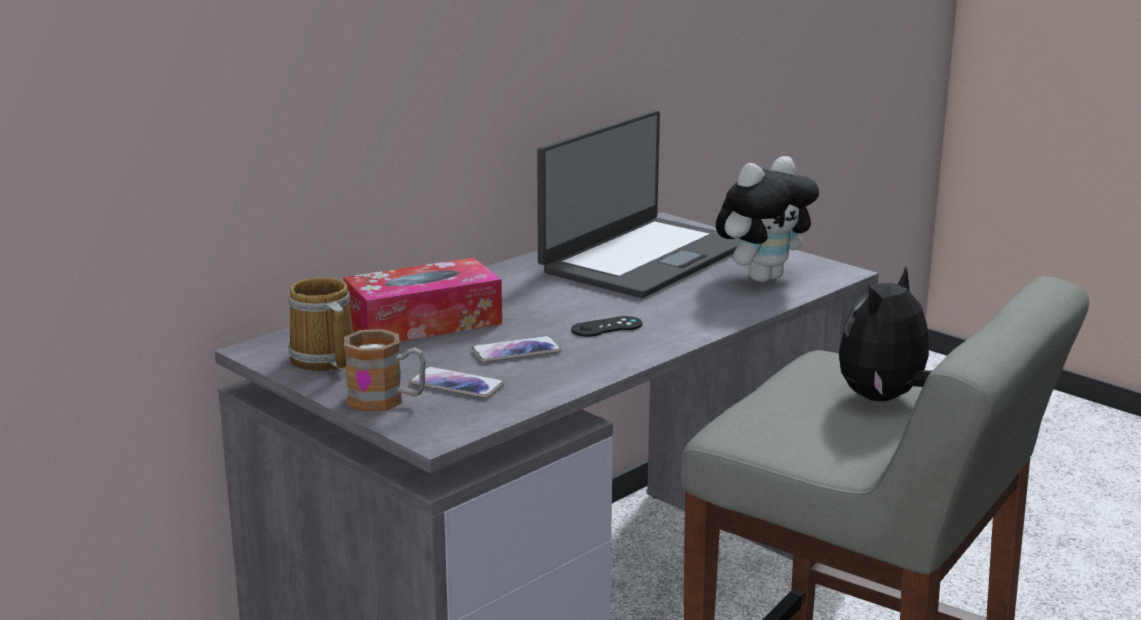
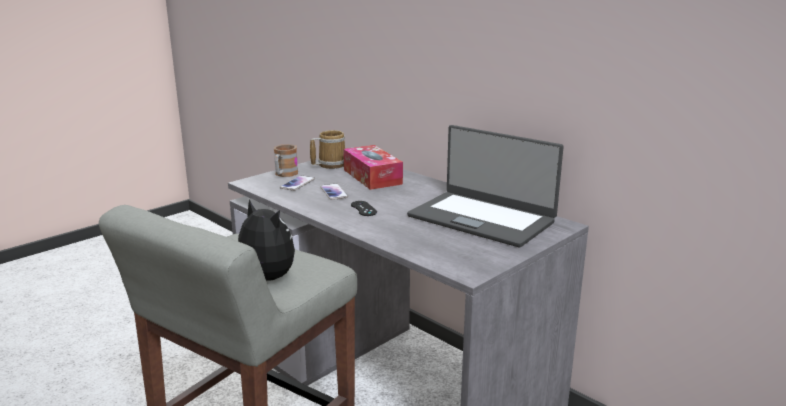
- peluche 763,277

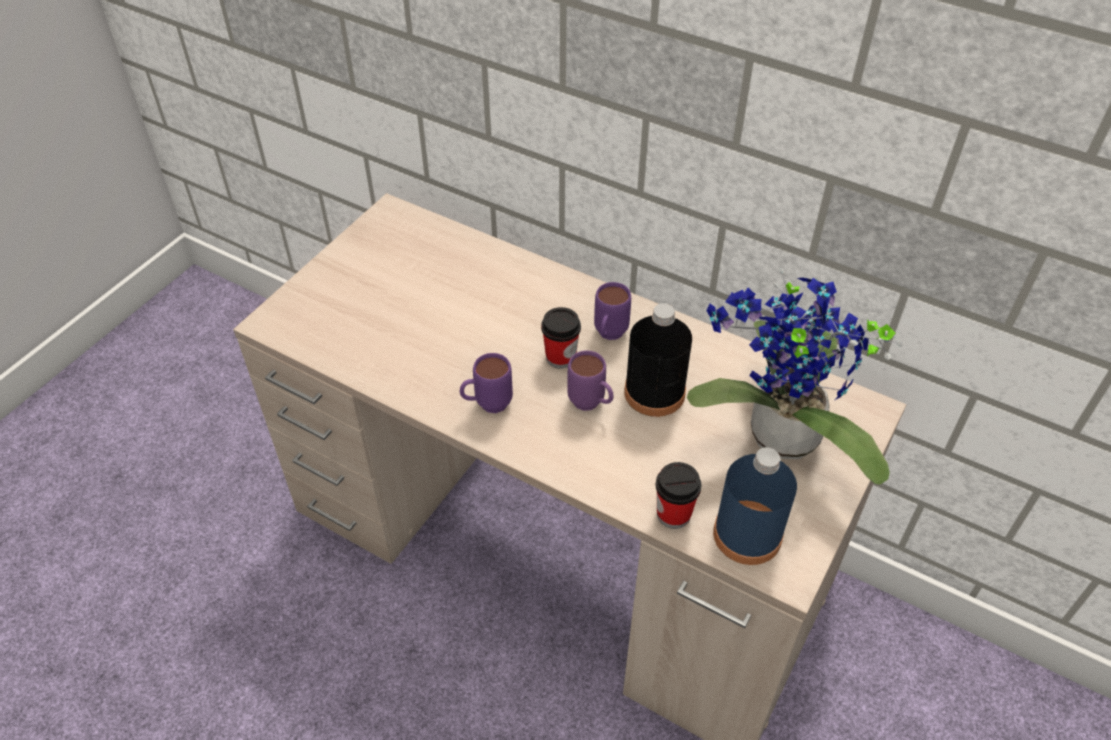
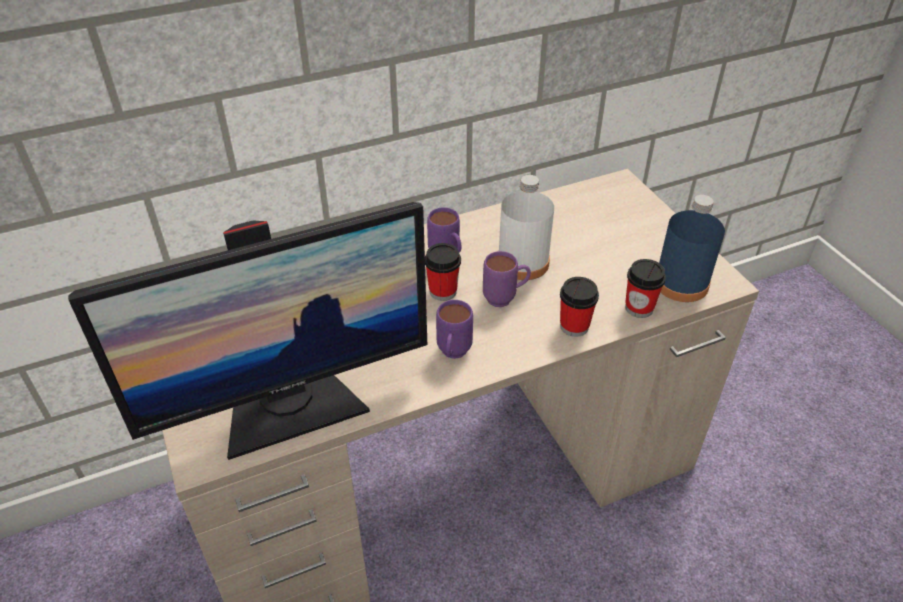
+ écran d'ordinateur 290,408
~ bouteille [noir] 654,393 to bouteille [blanc] 523,262
+ tasse 574,326
- plante en pot 777,440

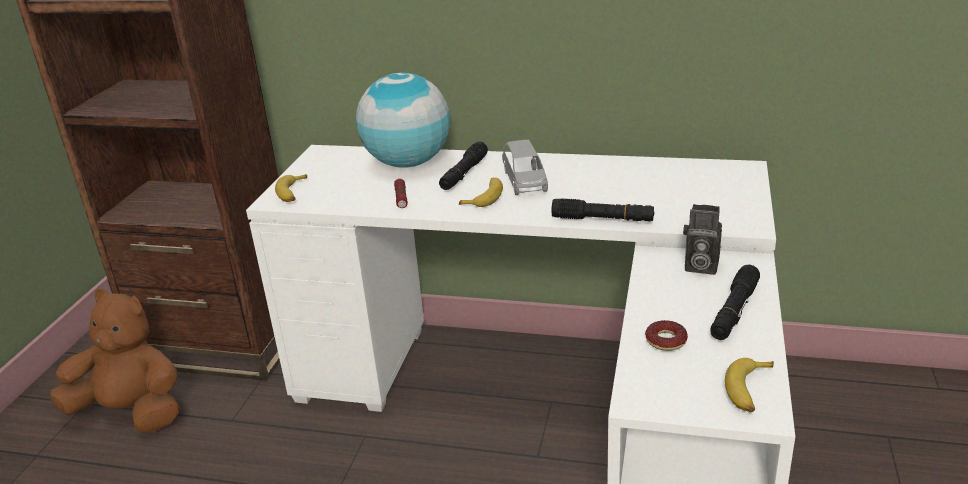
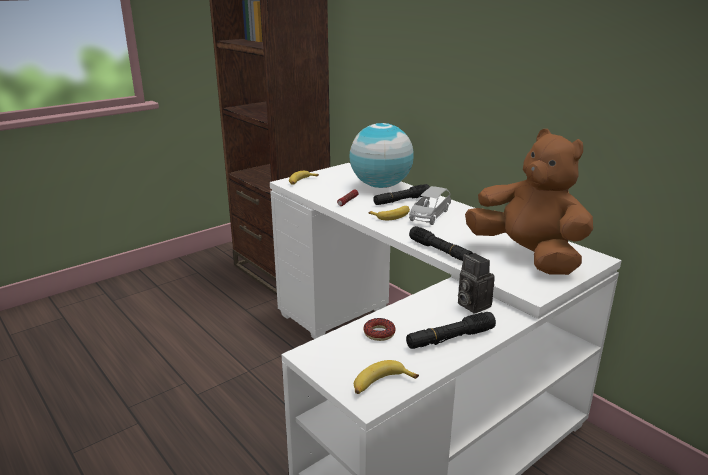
~ peluche [marron] 132,412 to 527,256

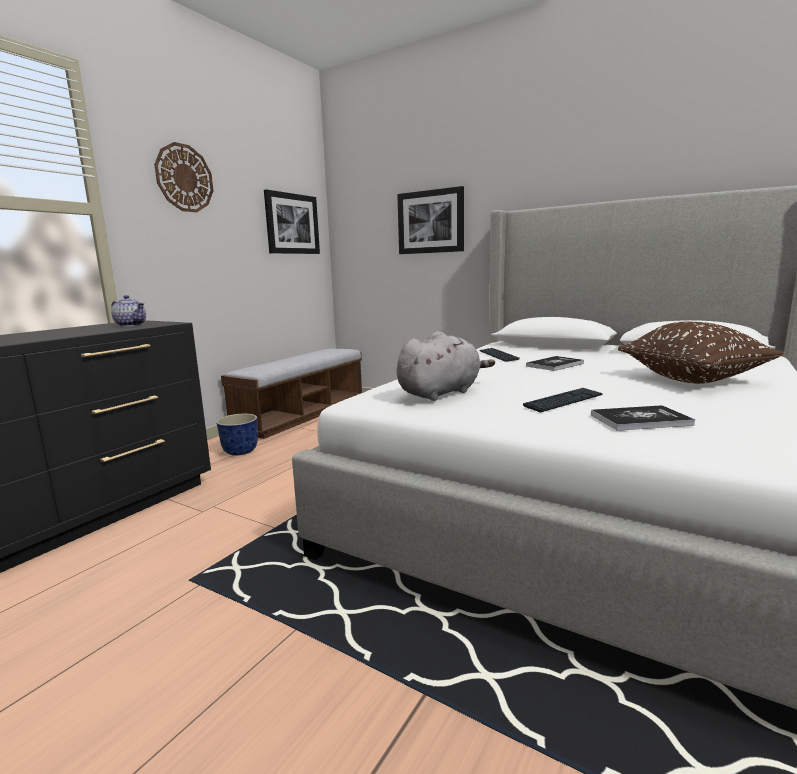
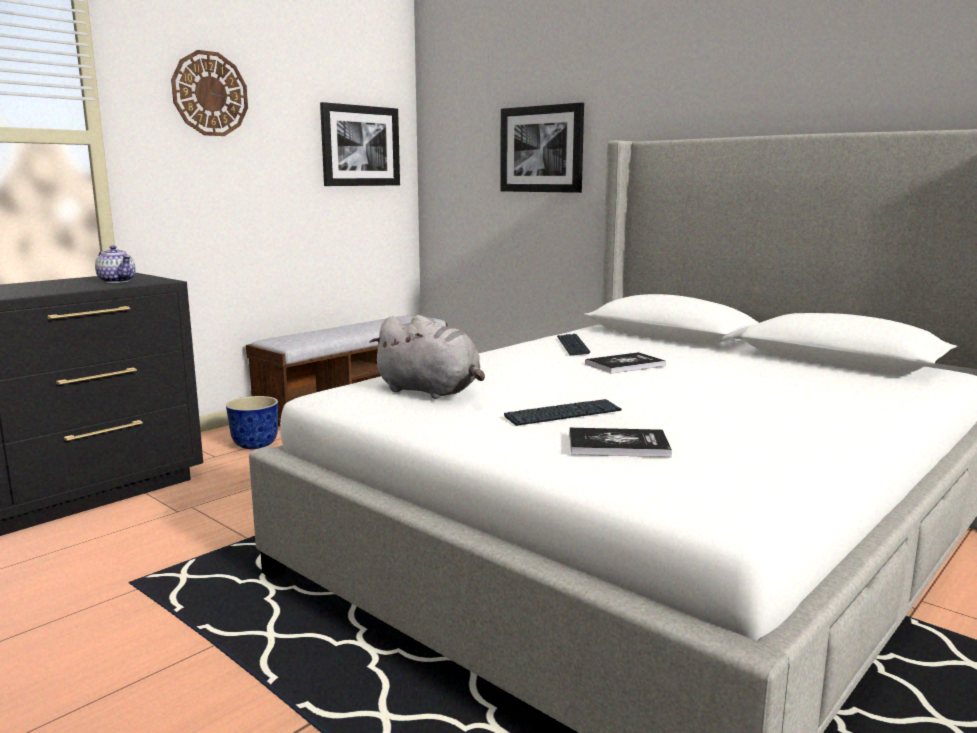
~ peluche [gris] 441,393 = 431,391 60 degrees clockwise
- coussin [marron] 692,379

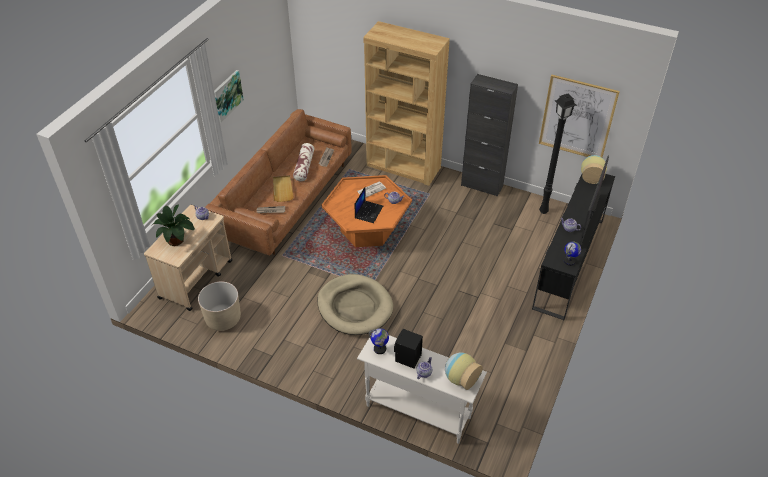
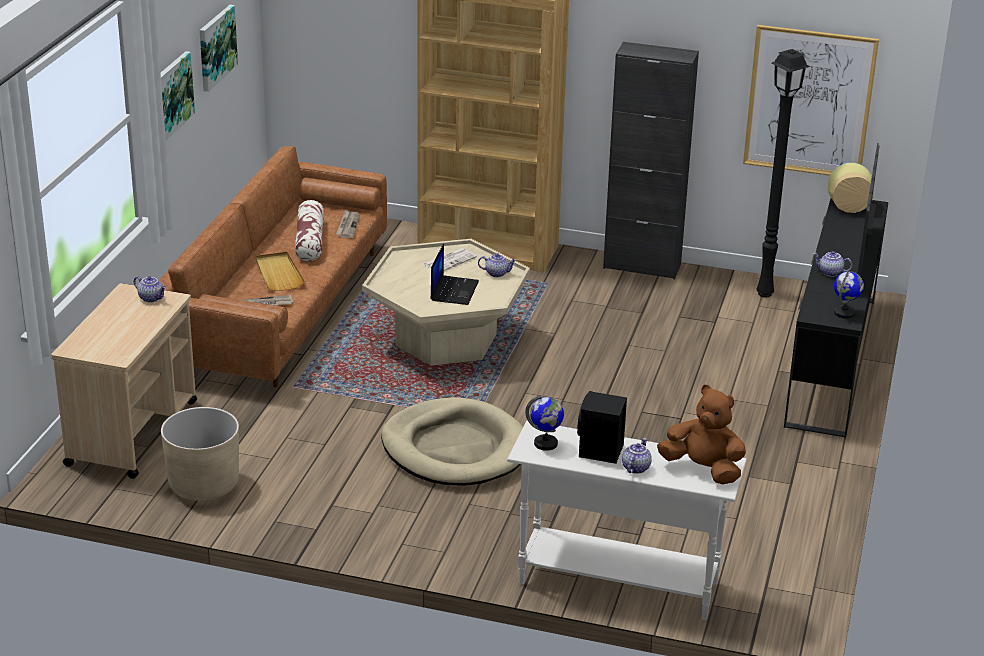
+ tableau 216,47
~ table basse [orange] 367,230 to table basse [beige] 445,340
~ vase 460,378 to peluche [marron] 703,469
- plante en pot 177,240

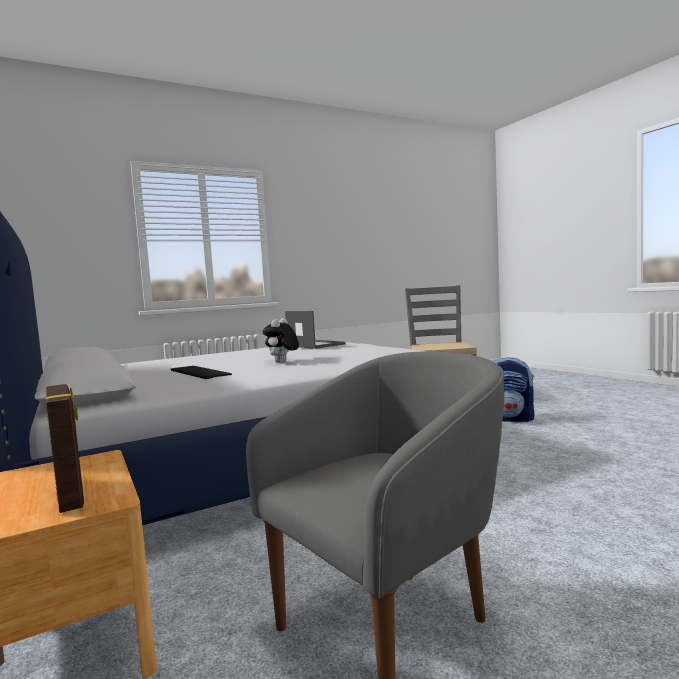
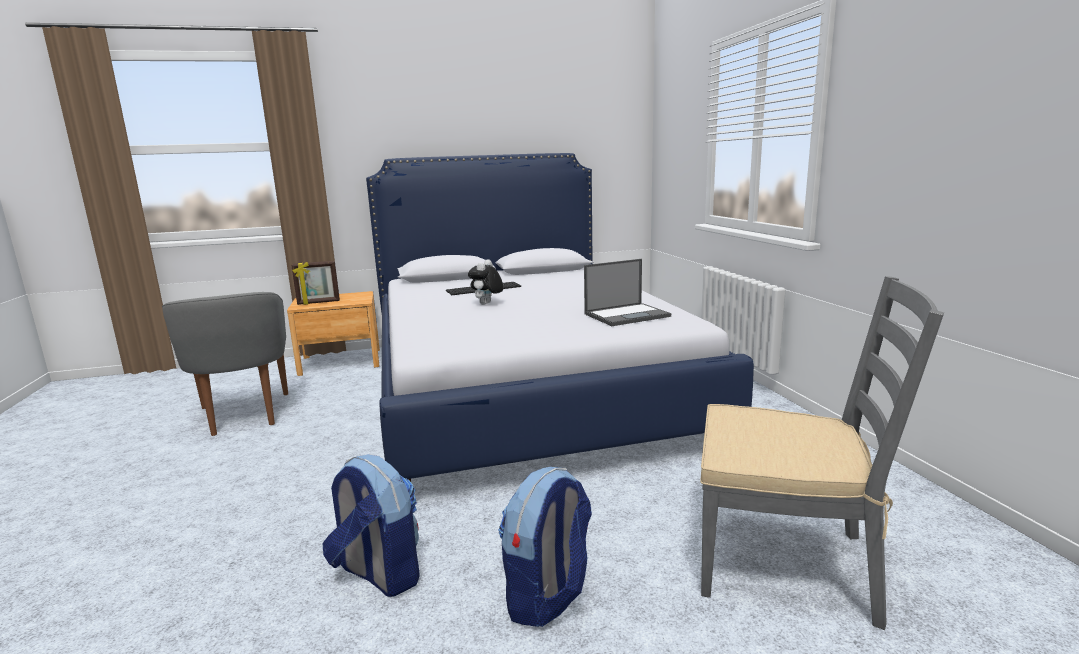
+ sac à dos 378,574
~ peluche 282,362 = 487,304 105 degrees counterclockwise

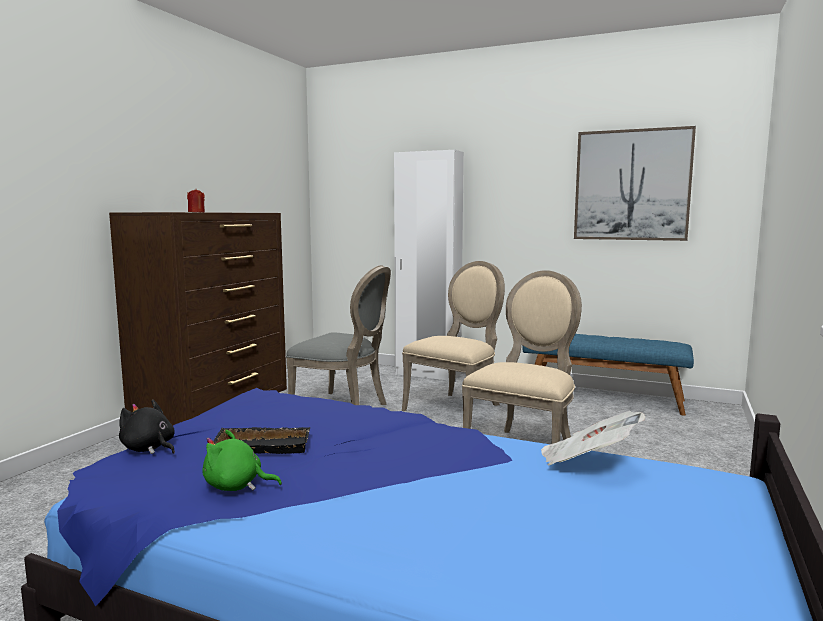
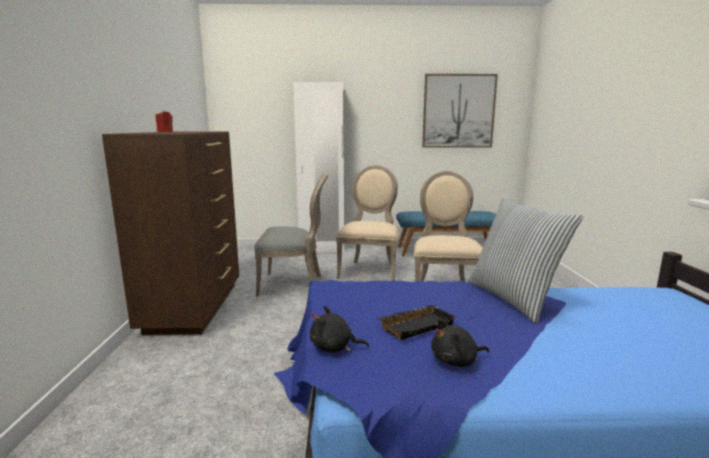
~ peluche [vert] 236,486 to peluche [noir] 456,361
+ coussin 513,298
- journal 586,462

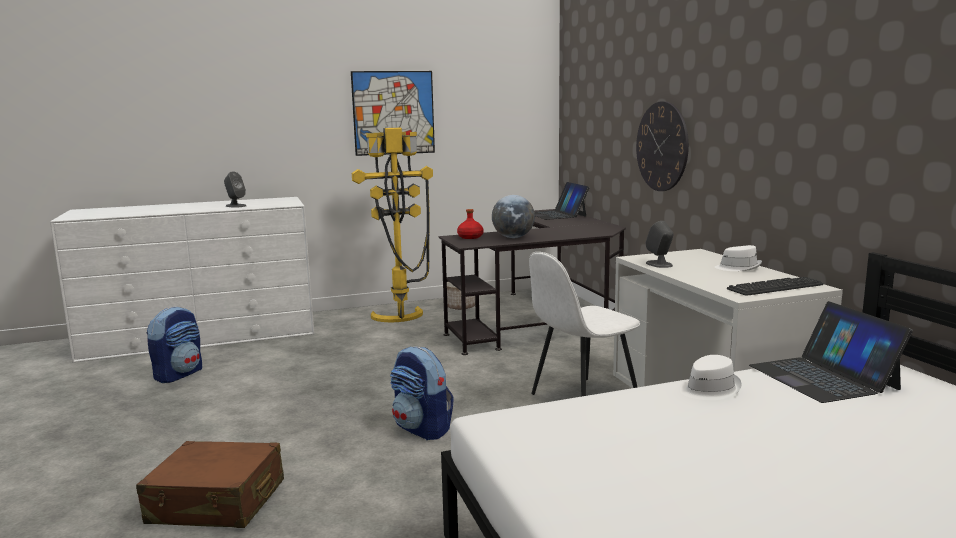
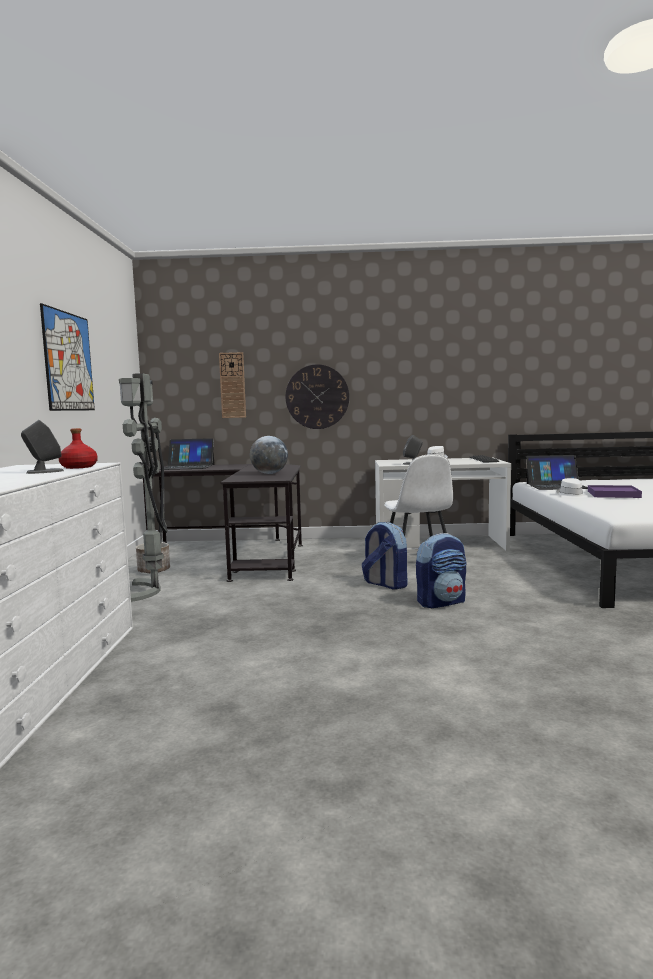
~ bouteille [rouge] 470,237 to 78,467
~ lampadaire [jaune] 400,319 to lampadaire [gris] 151,592
+ horloge murale 232,385
~ sac à dos 179,374 to 385,584
+ plateau [violet] 613,494
- valise [marron] 217,502

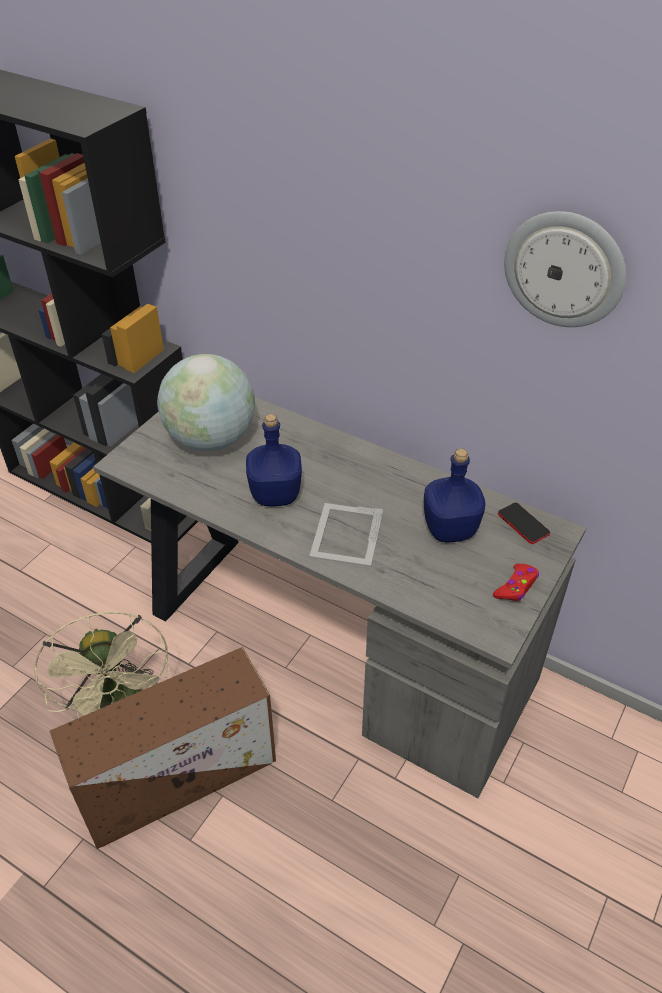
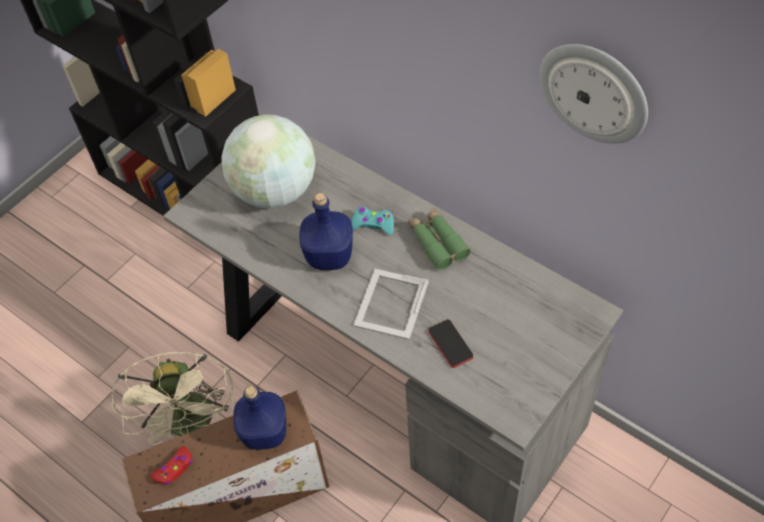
~ manette [rouge] 516,587 to 174,469
~ bouteille [bleu] 449,529 to 264,433
+ manette [turquoise] 373,224
+ jumelles [vert] 437,242
~ téléphone 523,524 to 450,344

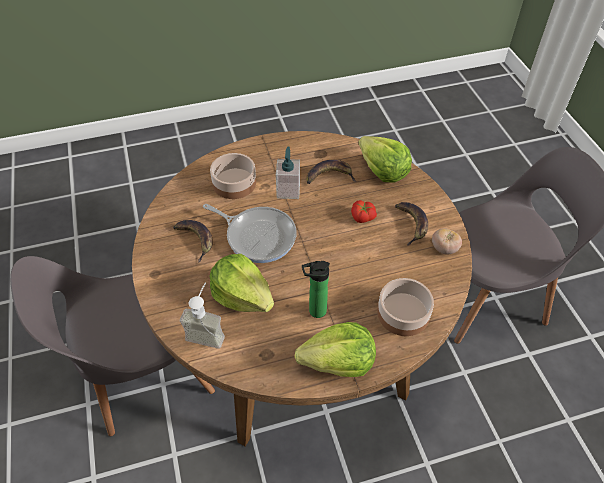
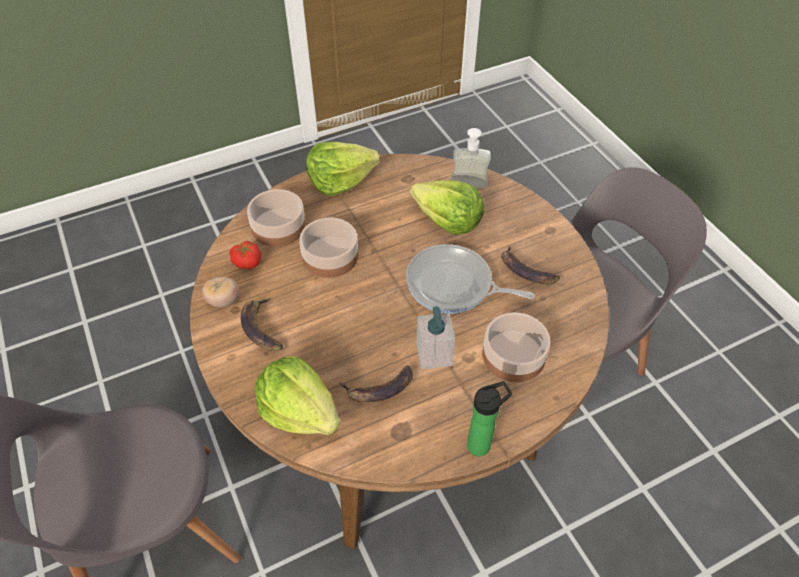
~ tomate 362,217 to 248,261
+ bol 331,256
~ bouteille 314,311 to 482,444

